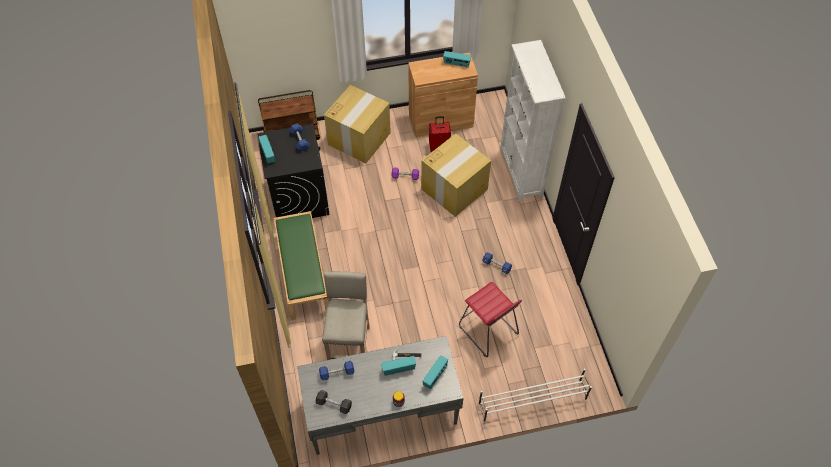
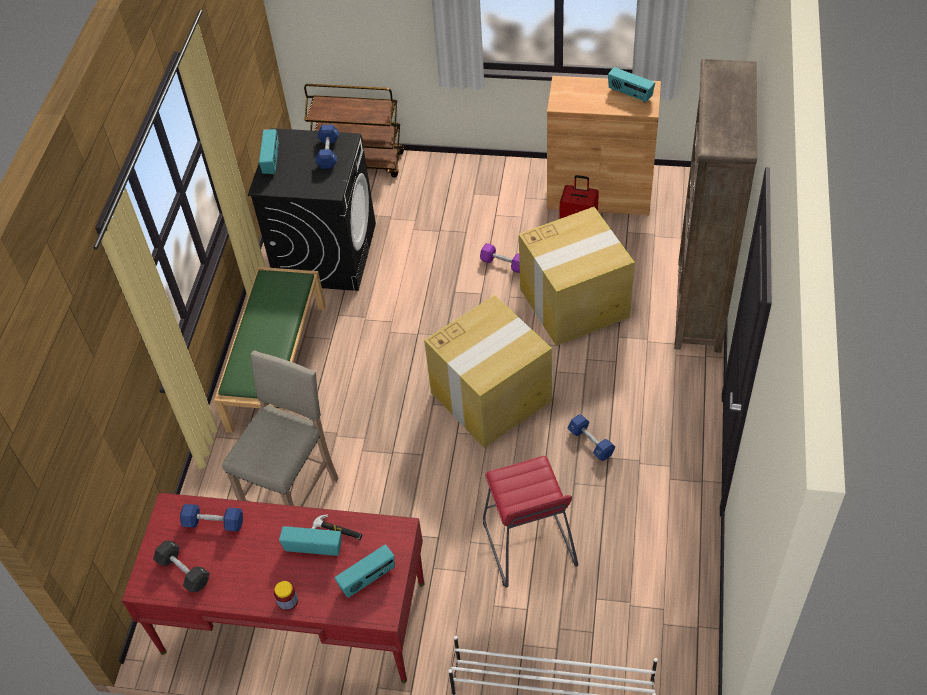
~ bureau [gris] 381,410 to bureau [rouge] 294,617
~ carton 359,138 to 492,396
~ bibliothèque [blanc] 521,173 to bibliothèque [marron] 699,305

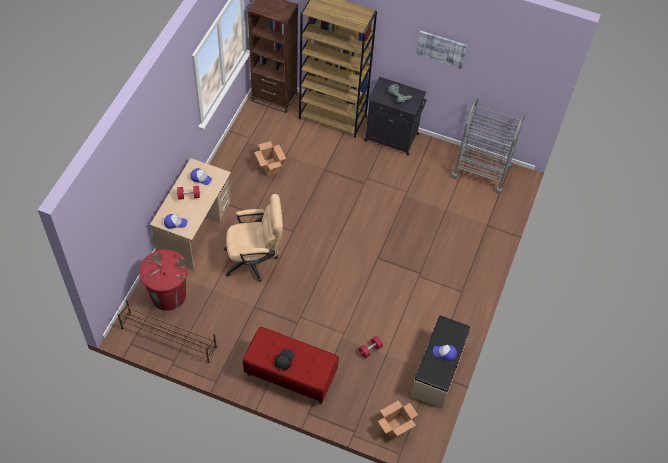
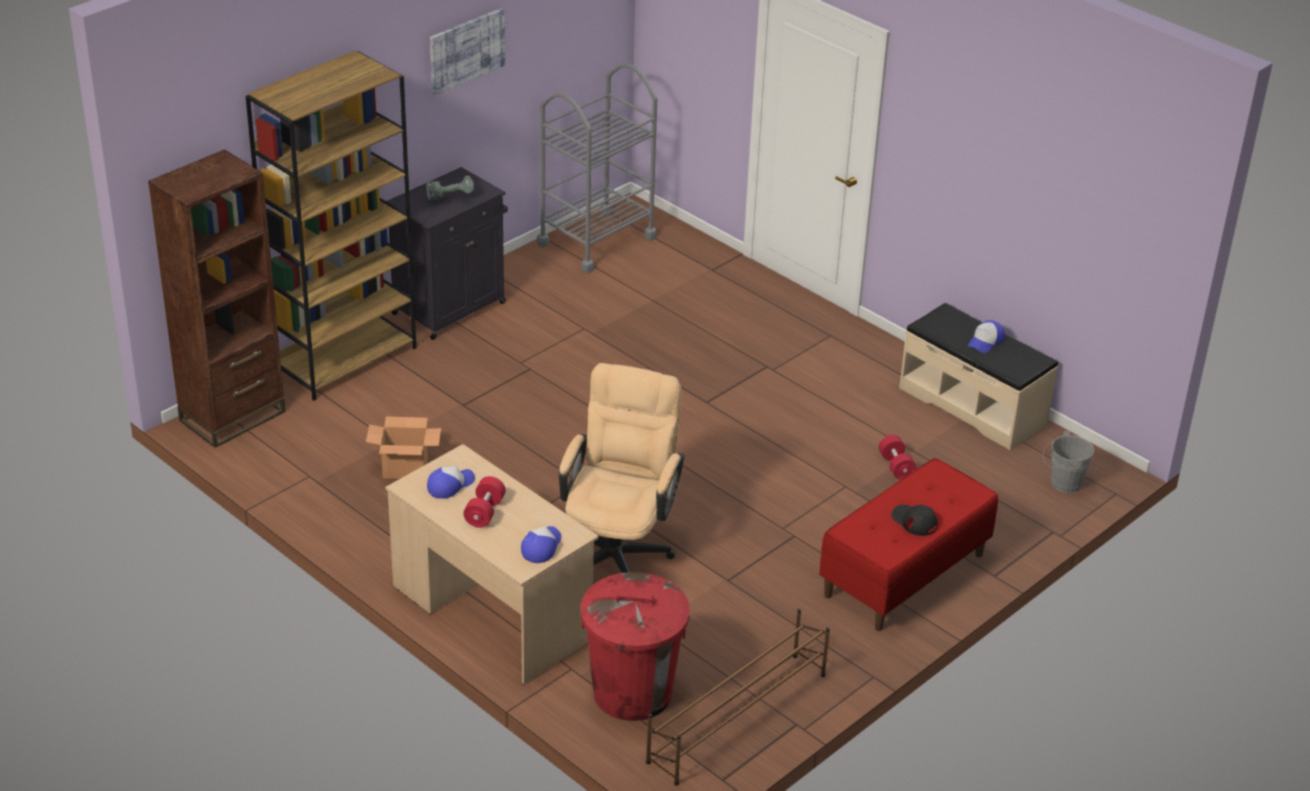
~ carton 395,427 to seau [gris] 1062,483

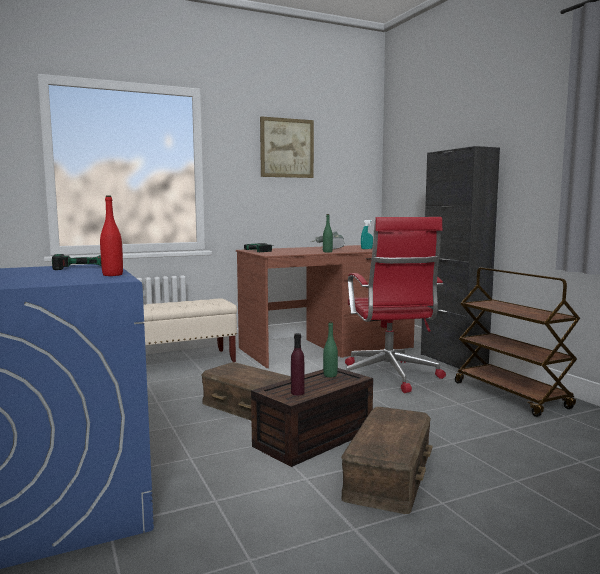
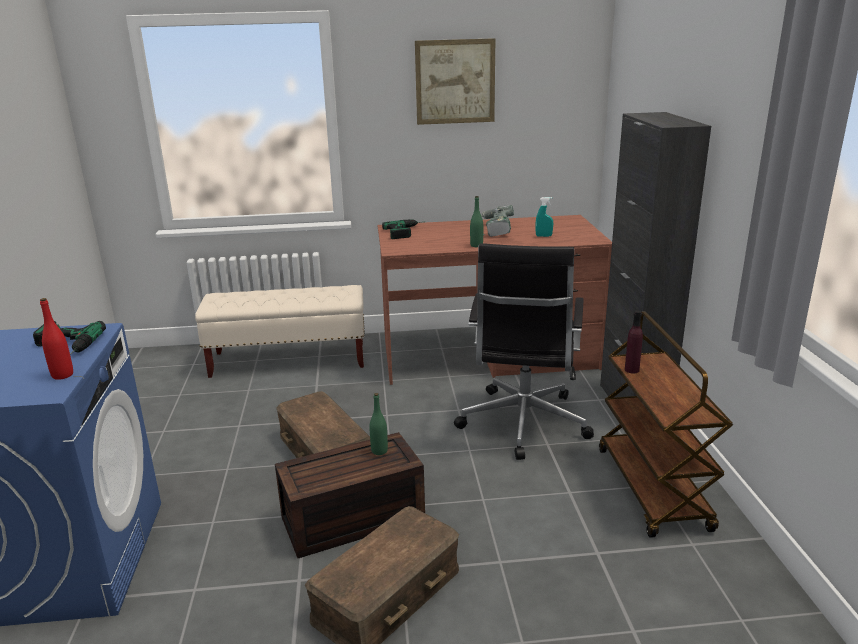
~ chaise de bureau [rouge] 389,377 to chaise de bureau [noir] 523,424
~ bouteille [violet] 297,393 to 631,370

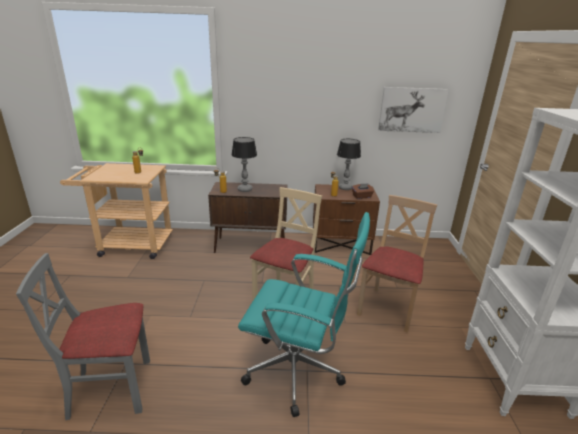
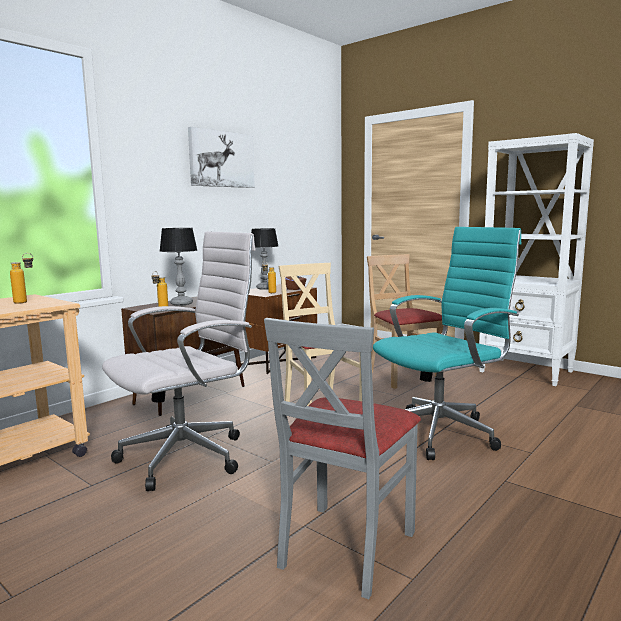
+ chaise de bureau [blanc] 189,455
~ tableau 411,109 to 221,159

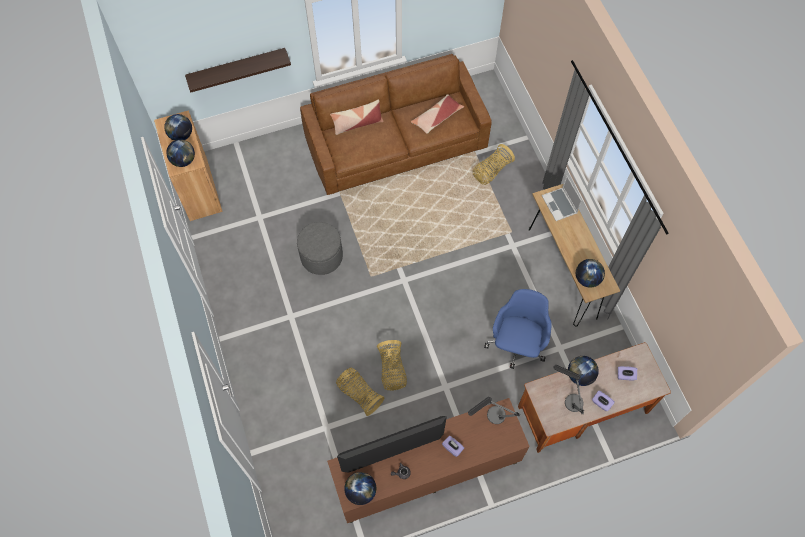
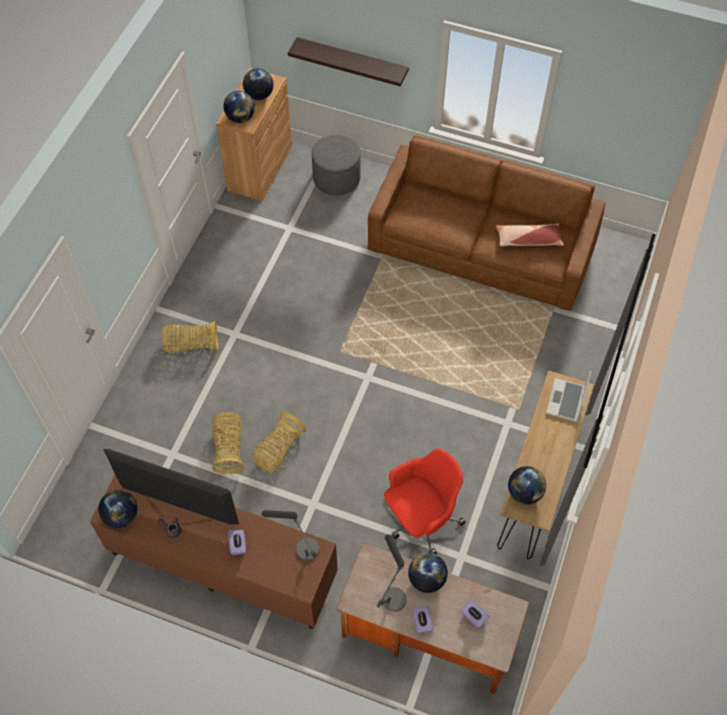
~ panier 491,171 to 191,345
~ pouf [gris] 321,256 to 336,178
~ chaise de bureau [bleu] 516,344 to chaise de bureau [rouge] 420,519
- coussin 357,124

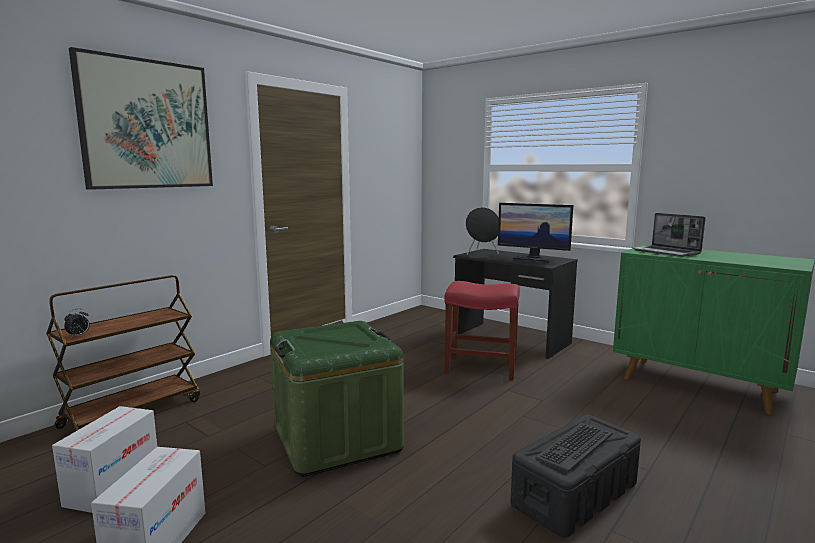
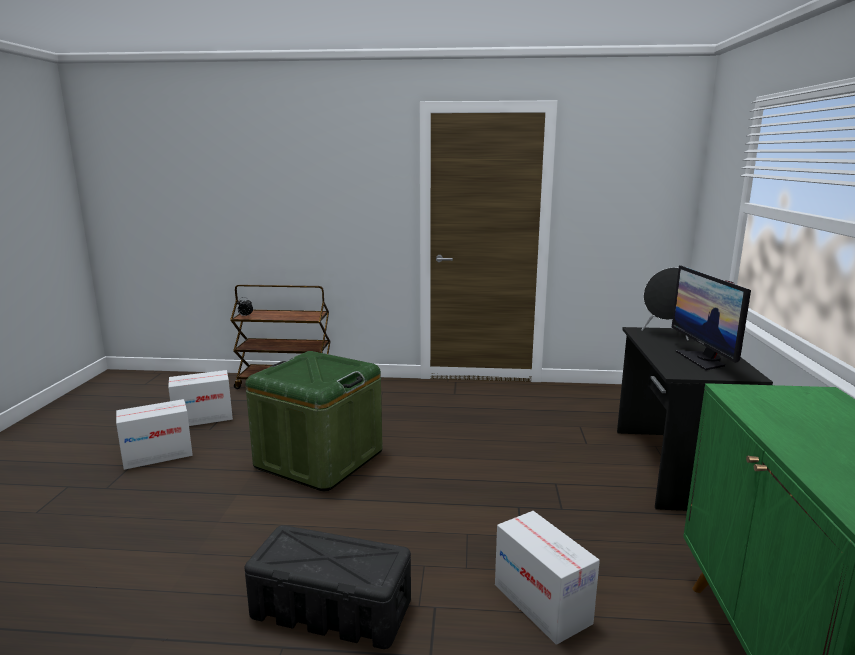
+ carton 542,603
- tableau 147,124
- tabouret [rouge] 480,367
- clavier 574,446
- ordinateur portable 667,252

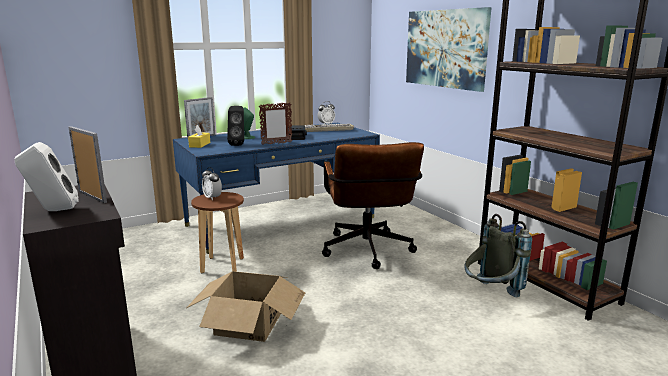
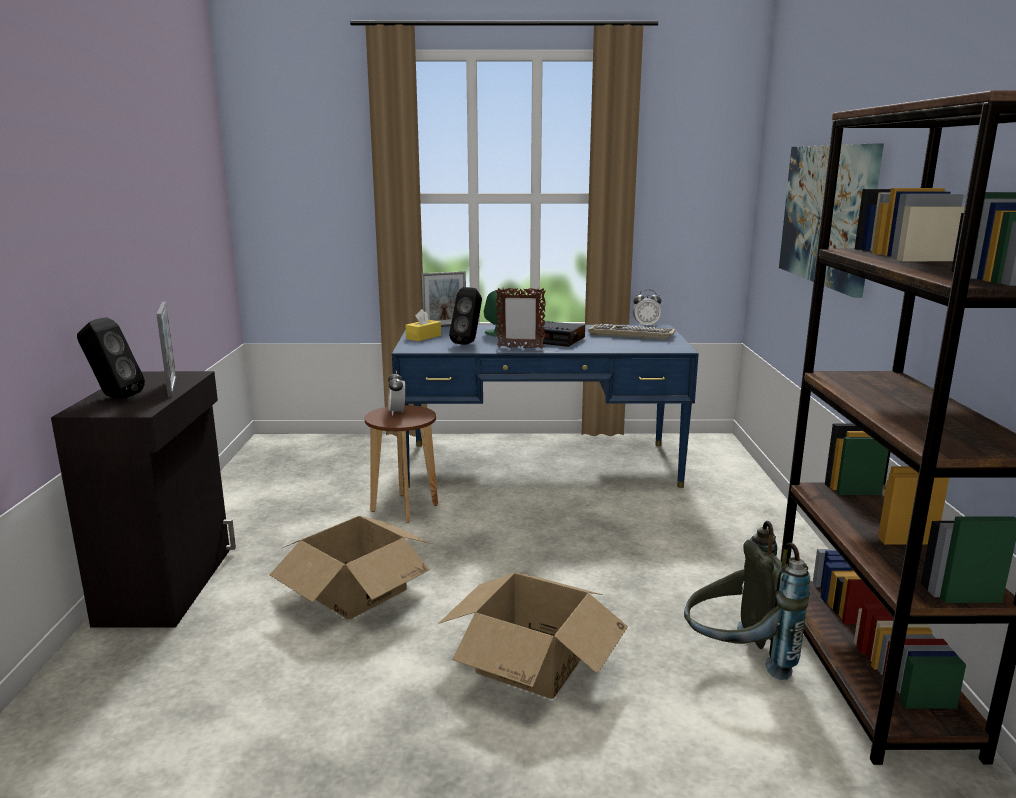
~ enceinte [blanc] 52,211 to enceinte [noir] 113,397
+ carton 533,661
- chaise de bureau [marron] 368,252

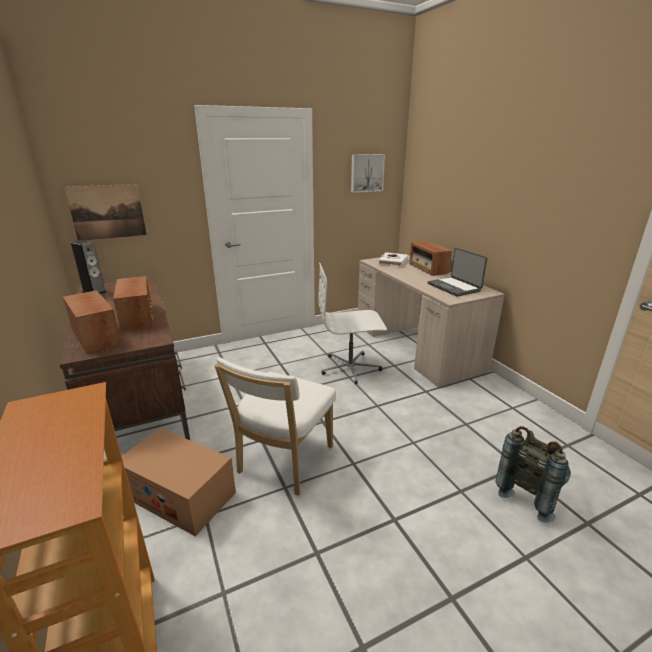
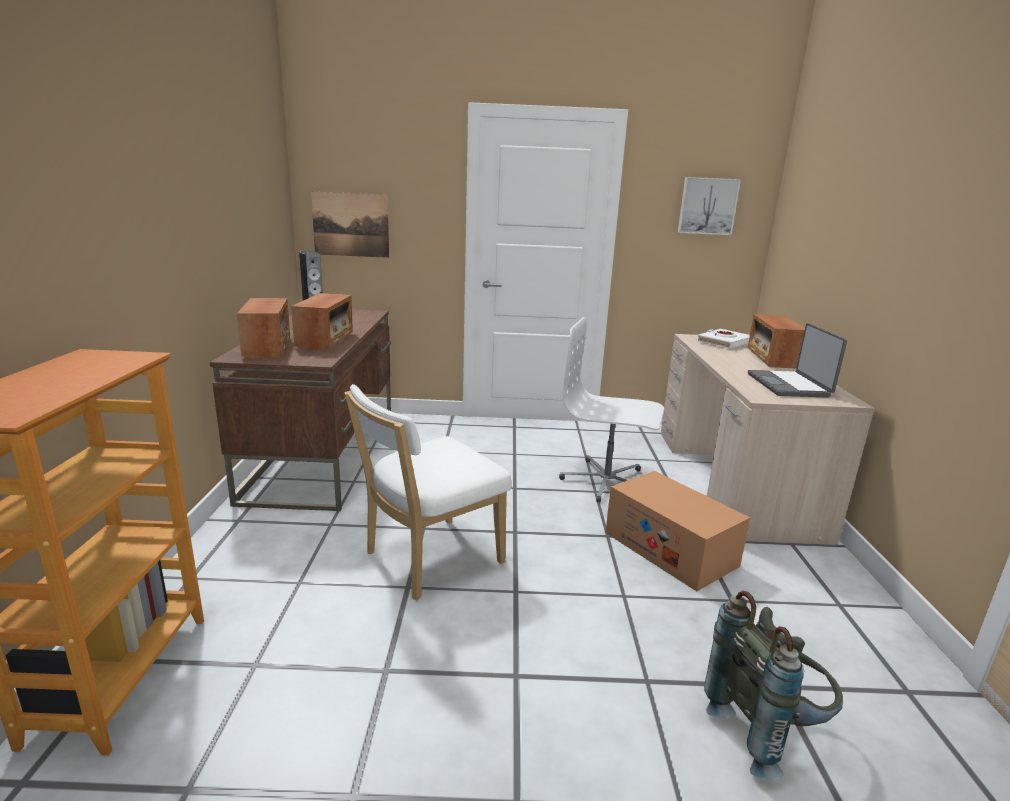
~ carton 180,494 to 670,549

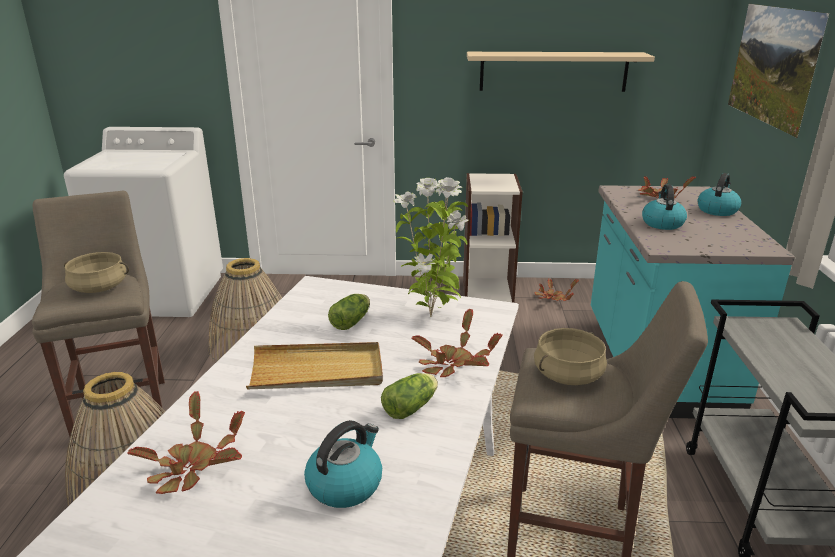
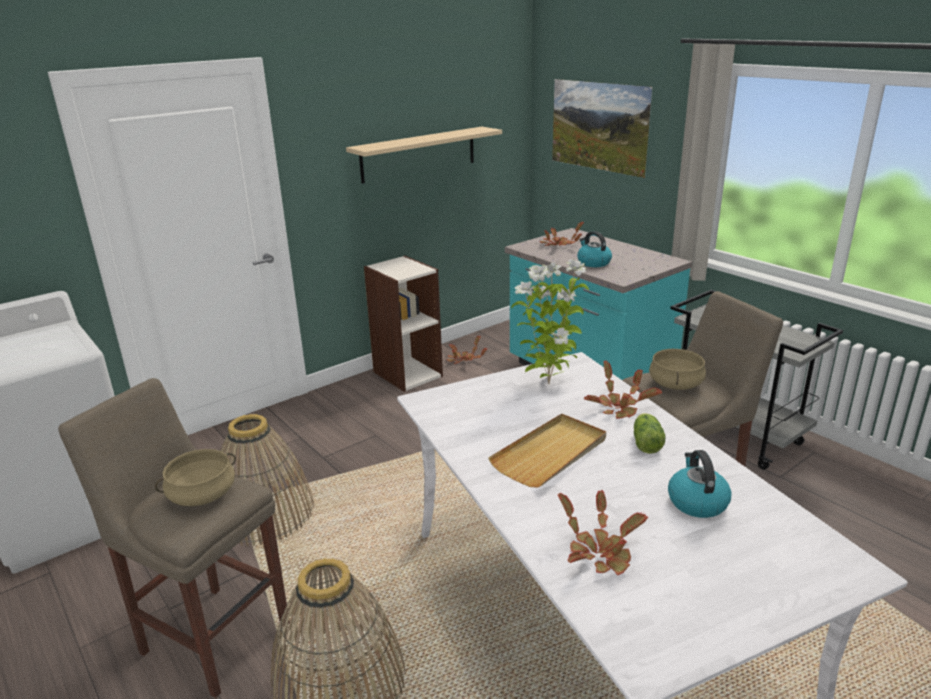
- laitue 352,321
- bouilloire 717,210

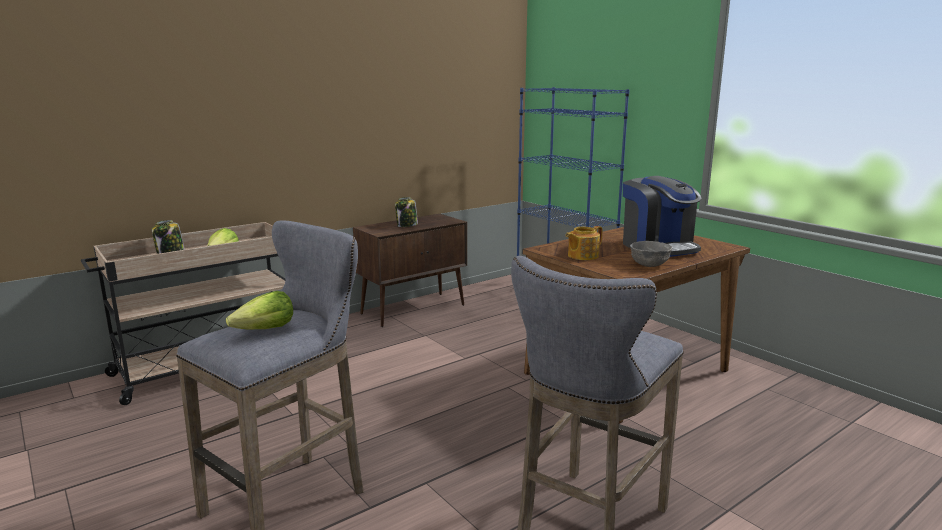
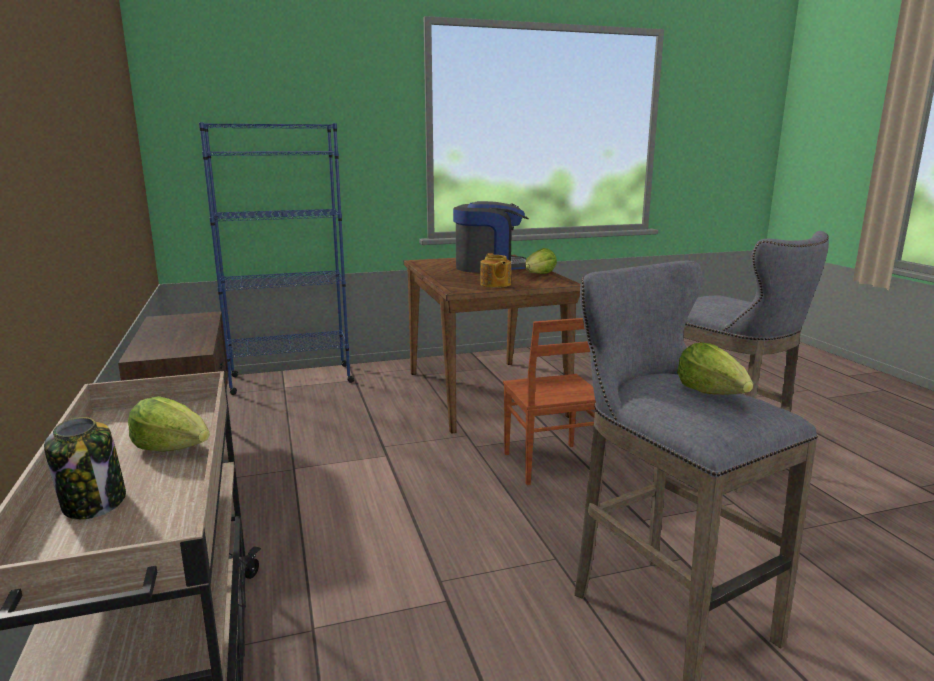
+ chaise [marron] 550,465
~ bol [gris] 650,264 to laitue 539,275
- bocal 407,225

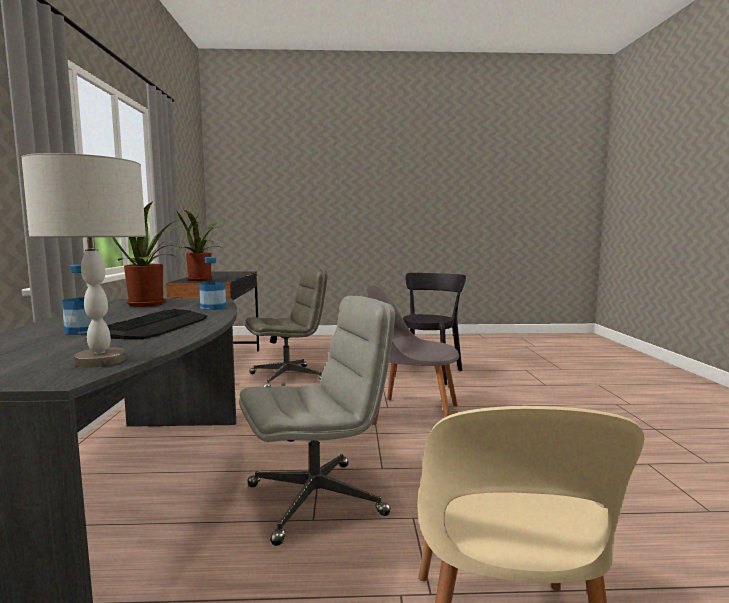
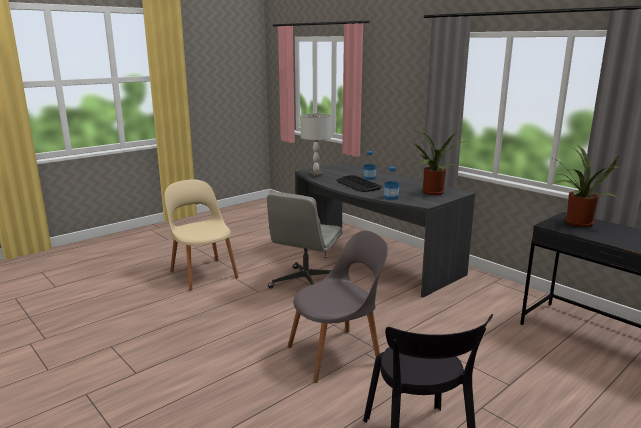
- chaise de bureau [gris] 288,377

